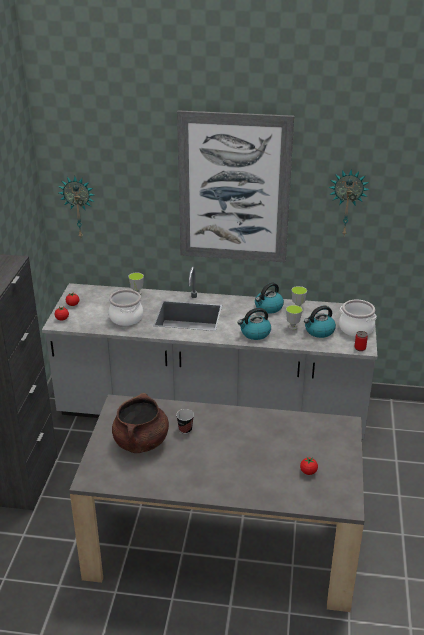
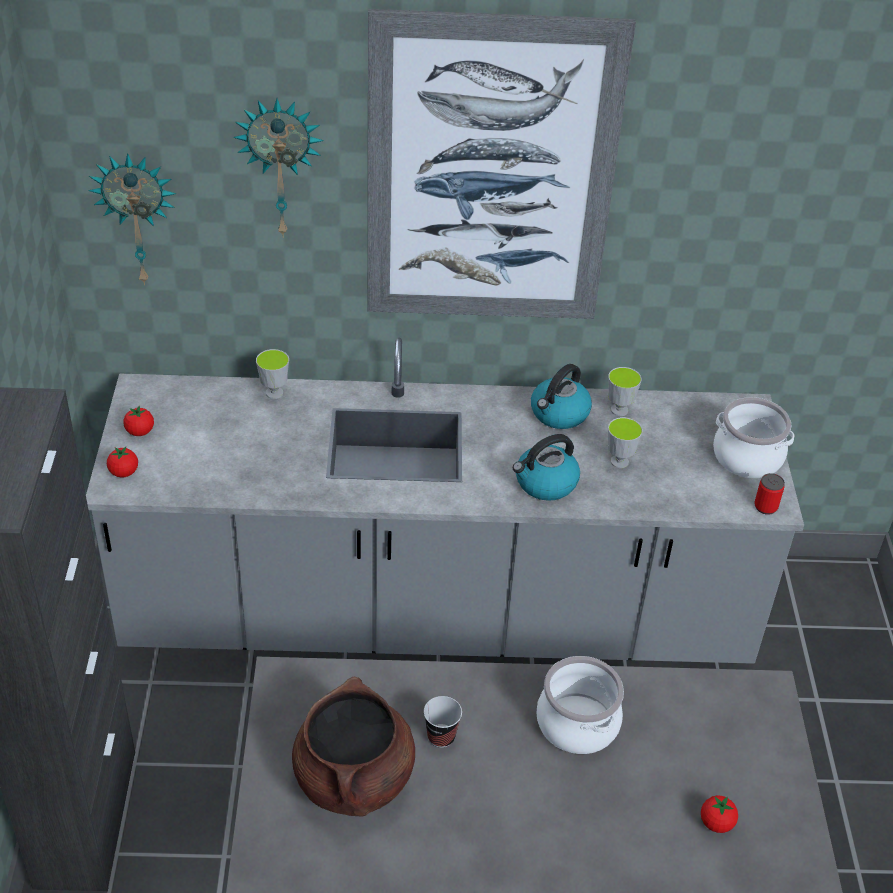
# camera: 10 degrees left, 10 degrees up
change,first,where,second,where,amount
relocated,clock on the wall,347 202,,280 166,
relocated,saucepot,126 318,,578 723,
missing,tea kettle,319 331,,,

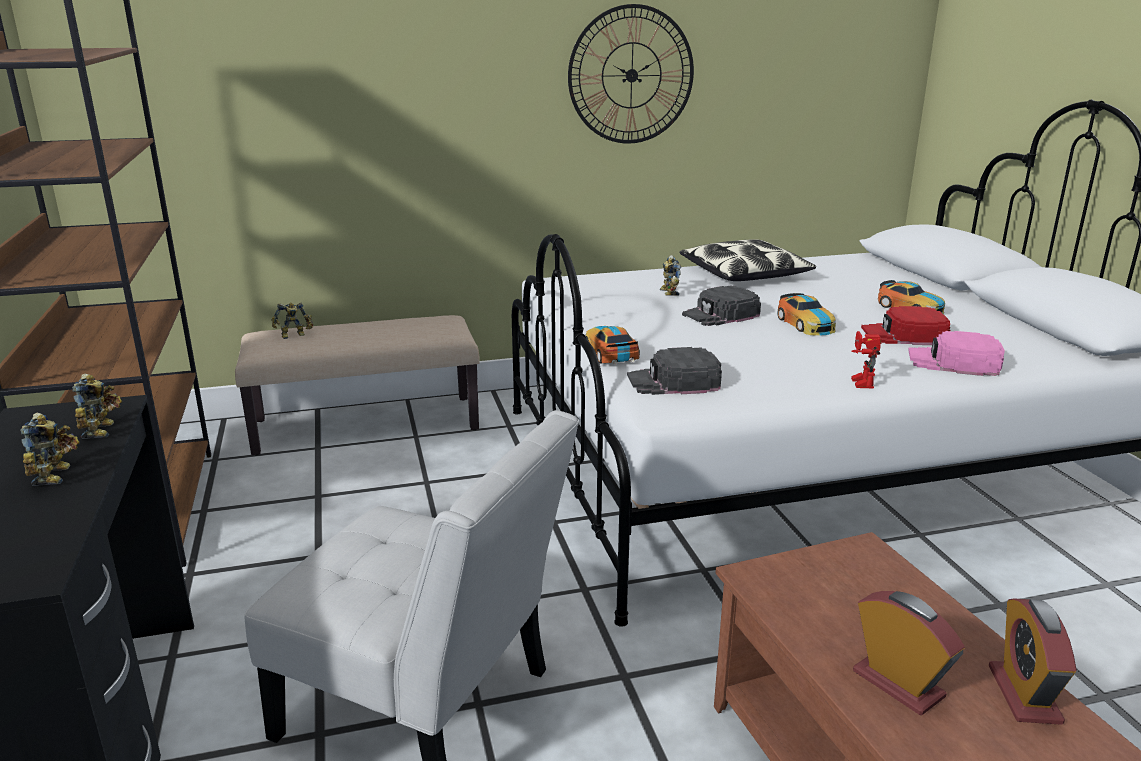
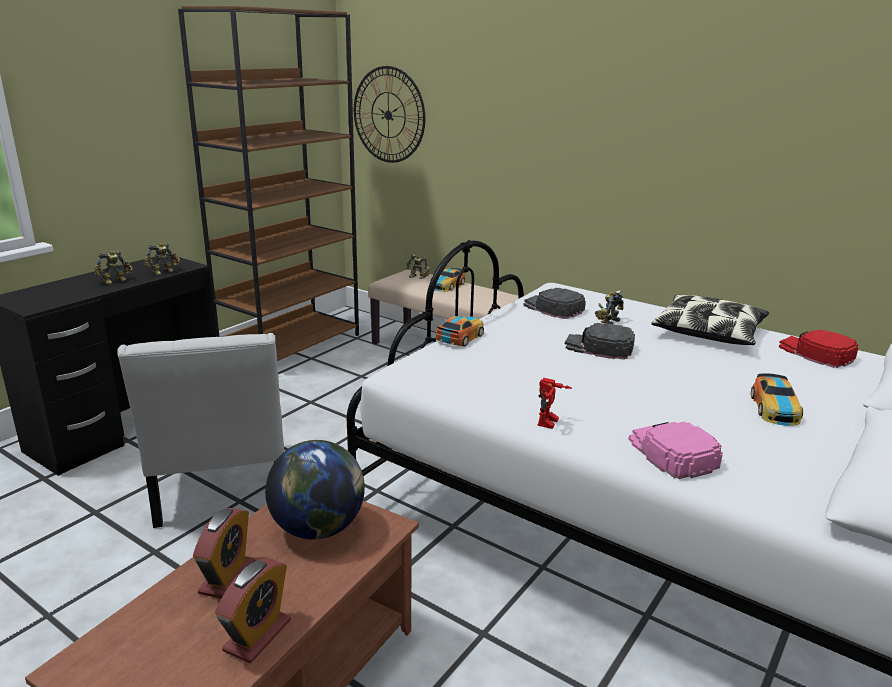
# camera: 50 degrees right, 0 degrees up
change,first,where,second,where,amount
relocated,clock on the wall,631 75,,388 115,
relocated,miniature car,806 324,,447 285,
relocated,red-coloured peaked cap,904 335,,816 353,
spun,toy robot,858 382,,550 423,150 degrees clockwise
relocated,black peaked cap,674 381,,553 308,
spun,alarm clock,1024 694,,257 635,150 degrees clockwise
appeared,,,globe,318 528,

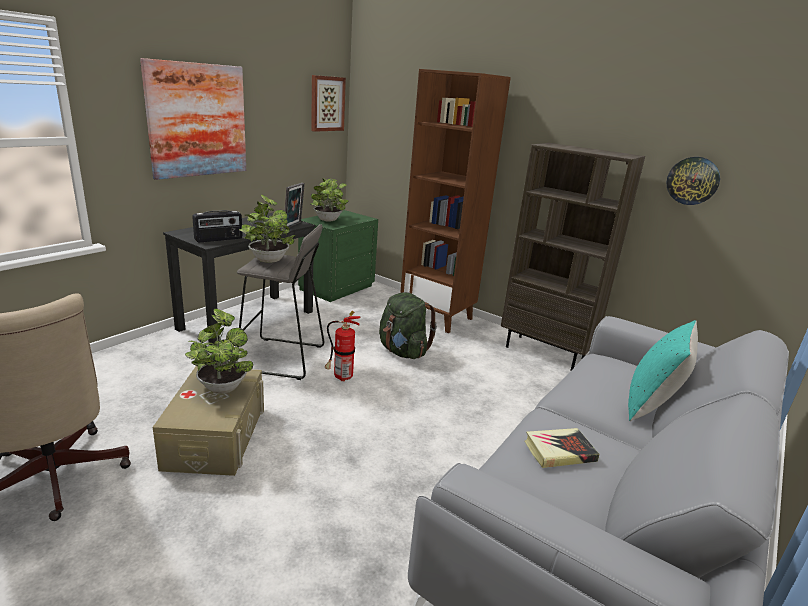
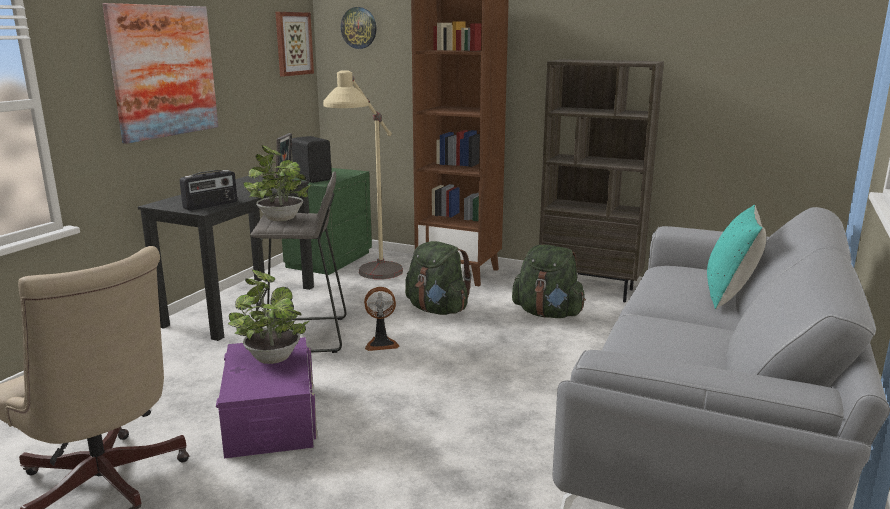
# camera: 10 degrees left, 5 degrees down
change,first,where,second,where,amount
relocated,clock on the wall,692 180,,359 28,
exchanged,potted plant,328 220,black loudspeaker,313 178,
exchanged,fire extinguisher,341 377,fan,381 343,
colour,sand-coloured storage bin,215 436,purple-coloured storage bin,270 417,
missing,volume,559 451,,,
appeared,,,sand-coloured floor lamp,370 282,
appeared,,,greenish rucksack,548 314,

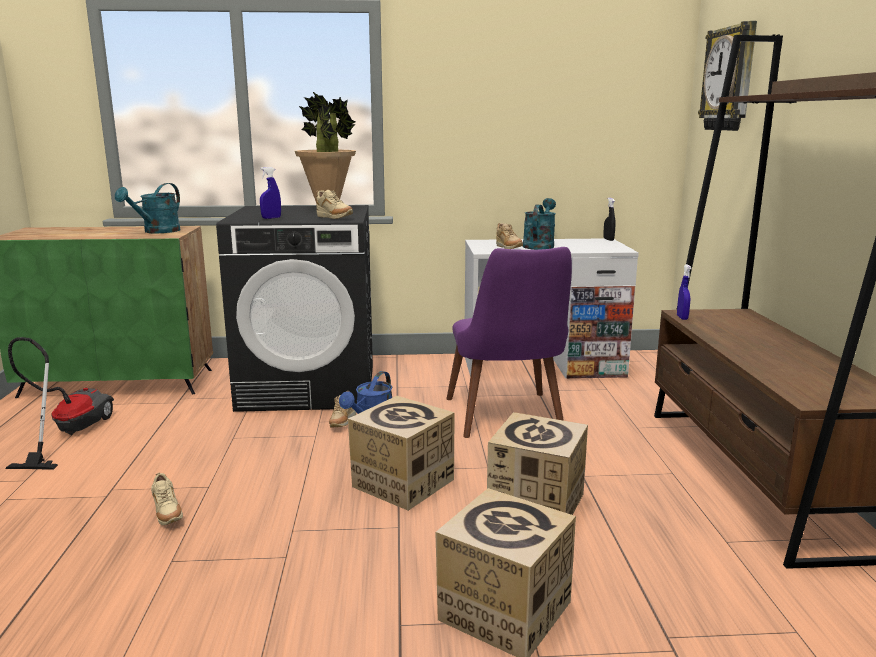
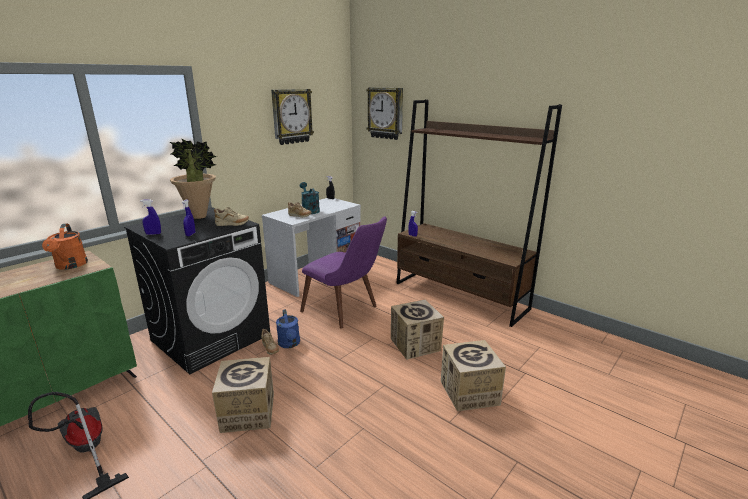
# camera: 45 degrees left, 5 degrees up
change,first,where,second,where,amount
colour,turquoise watering can,157 231,orange-coloured watering can,70 266,
relocated,carton,402 483,,247 413,
missing,sand-coloured shoe,167 515,,,
appeared,,,clock on the wall,291 116,
appeared,,,blue sprayer,153 234,

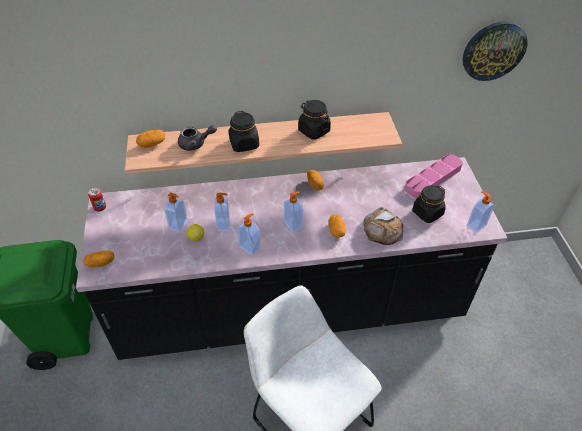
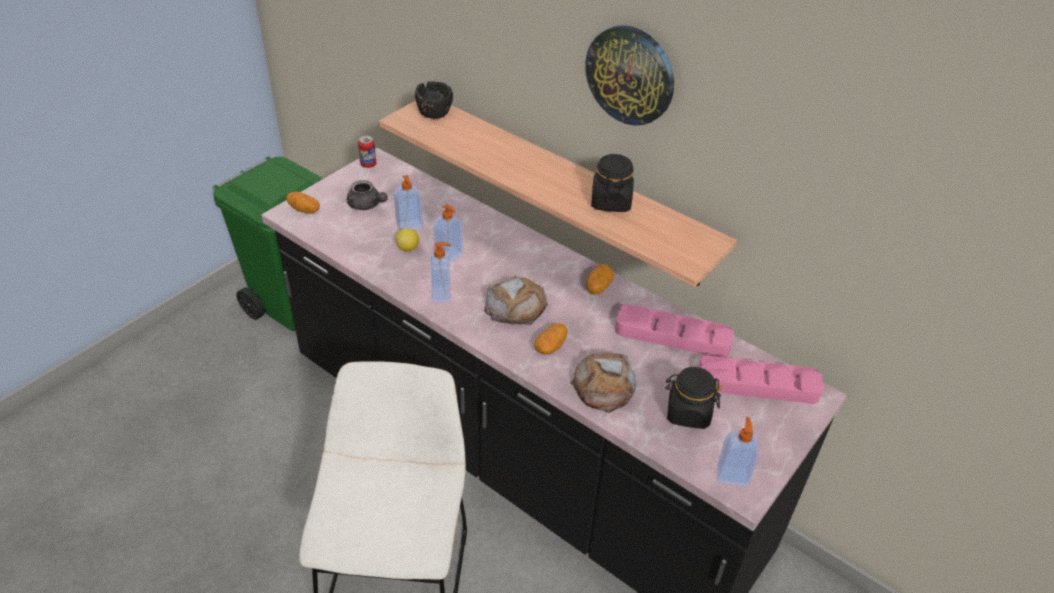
# camera: 45 degrees right, 5 degrees down
change,first,where,second,where,amount
relocated,clock on the wall,493 50,,630 75,
missing,black jar,244 144,,,
relocated,greyish teapot,196 144,,367 205,
exchanged,spud,152 144,black serving bowl,434 114,
exchanged,soap bottle,293 224,bread,515 306,
appeared,,,pink-coloured serving tray,672 336,

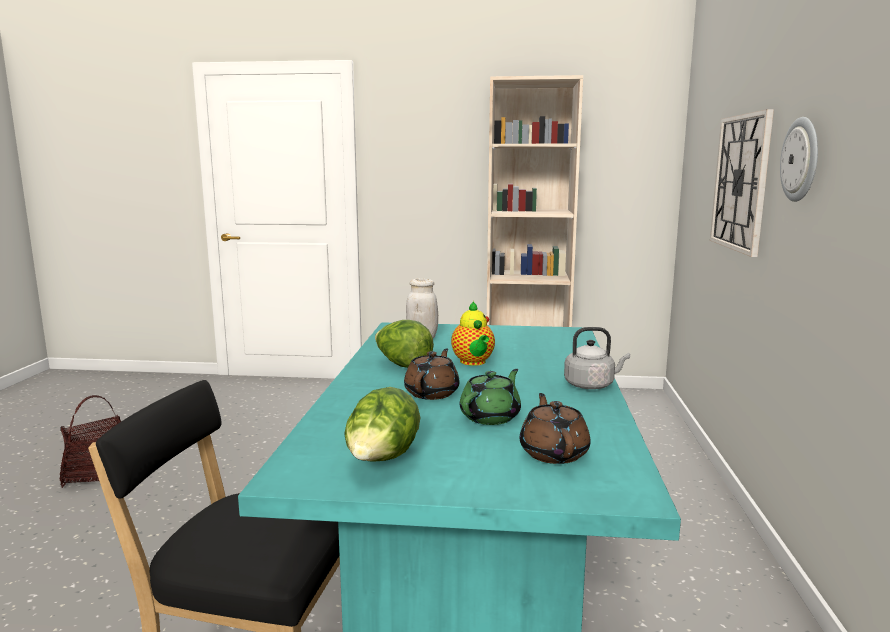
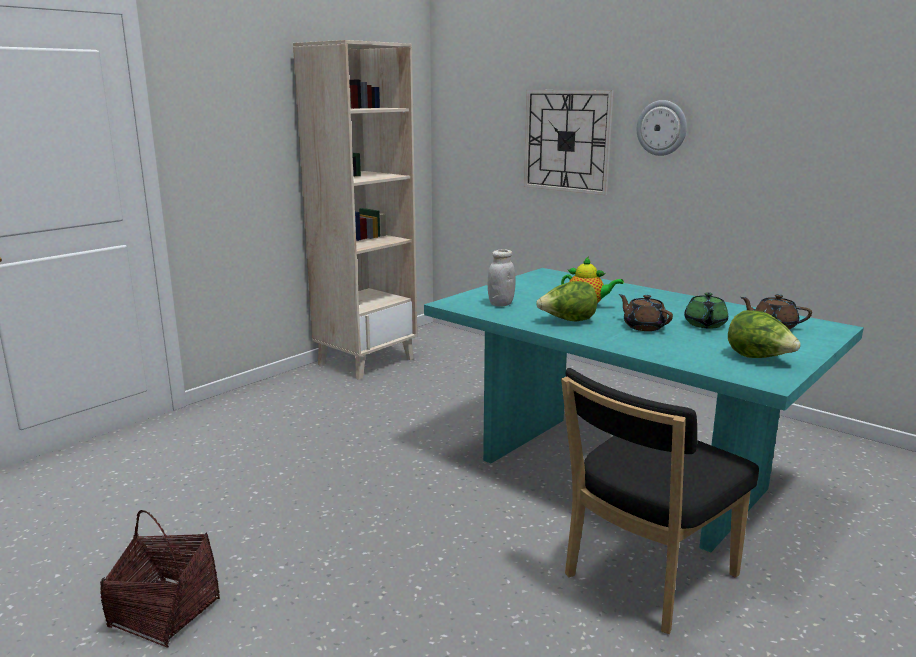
# camera: 55 degrees left, 5 degrees up
change,first,where,second,where,amount
missing,greyish tea kettle,591 385,,,
spun,greenish teapot,491 417,,705 324,150 degrees counterclockwise

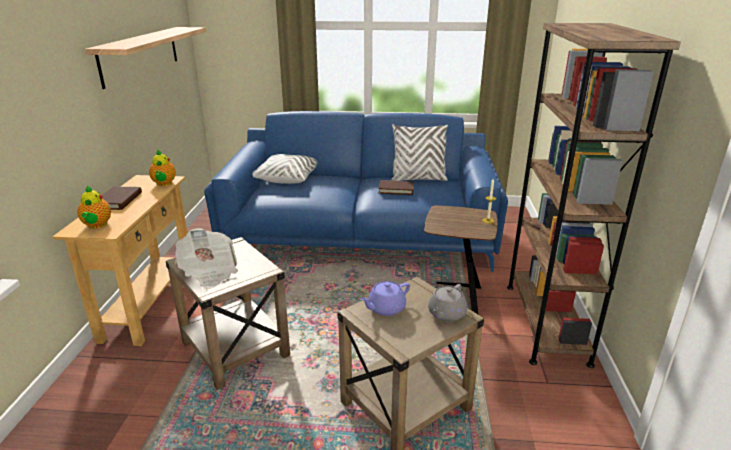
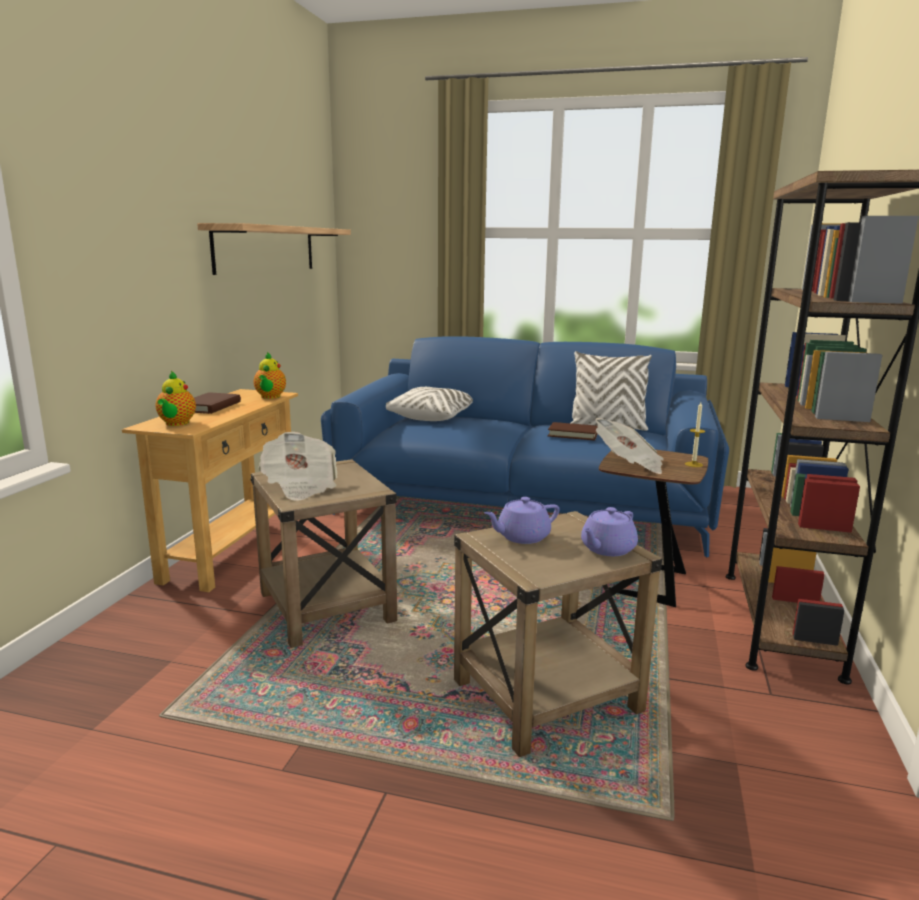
# camera: 10 degrees right, 10 degrees down
change,first,where,second,where,amount
colour,greyish teapot,446 314,purple-coloured teapot,607 549,
appeared,,,printed paper,629 465,

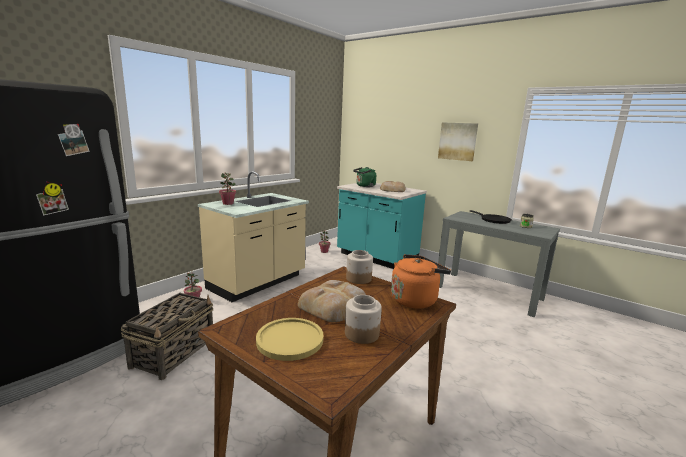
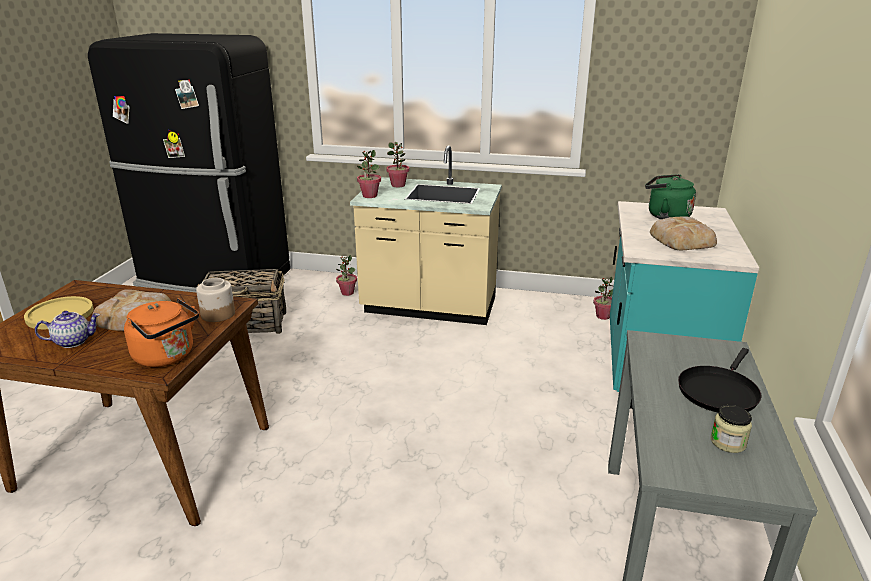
# camera: 65 degrees right, 10 degrees up
change,first,where,second,where,amount
missing,wall art,457 141,,,
exchanged,jar,361 334,teapot,73 341,
appeared,,,potted plant,369 196,

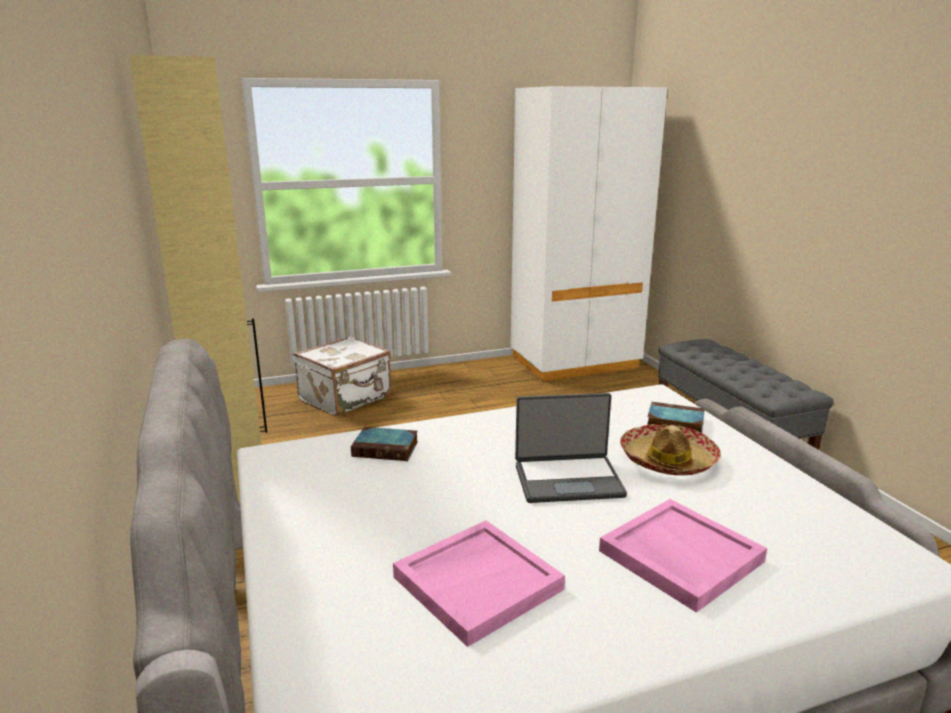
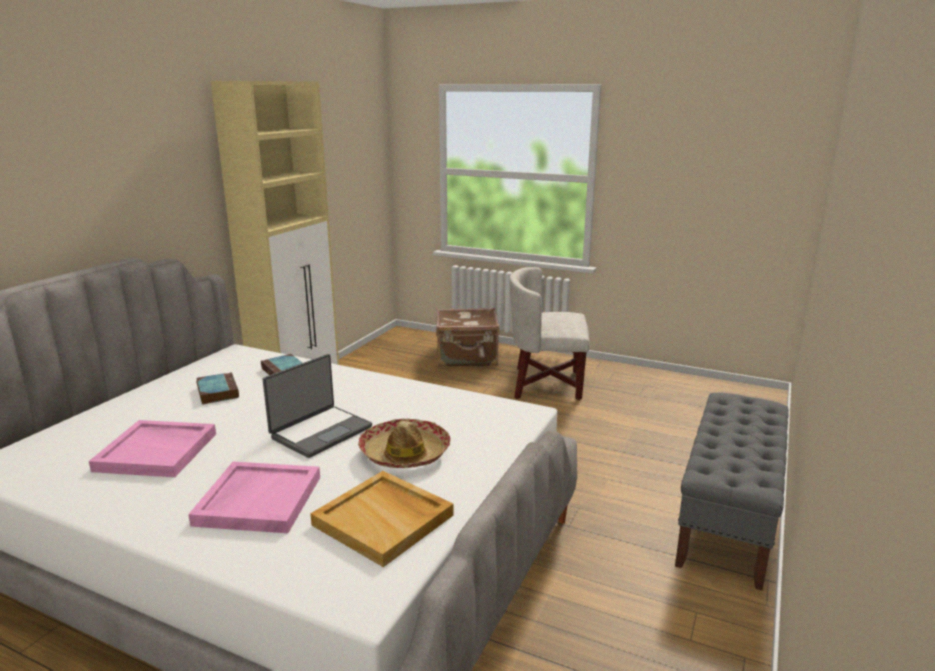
# camera: 45 degrees right, 0 degrees up
change,first,where,second,where,amount
missing,white clothes cupboard,574 362,,,
colour,white piece of luggage,346 398,brown-coloured piece of luggage,467 358,
spun,laptop,568 479,,320 432,90 degrees counterclockwise
relocated,volume,673 422,,217 391,
appeared,,,white easy chair,546 384,
appeared,,,sand-coloured serving tray,384 520,

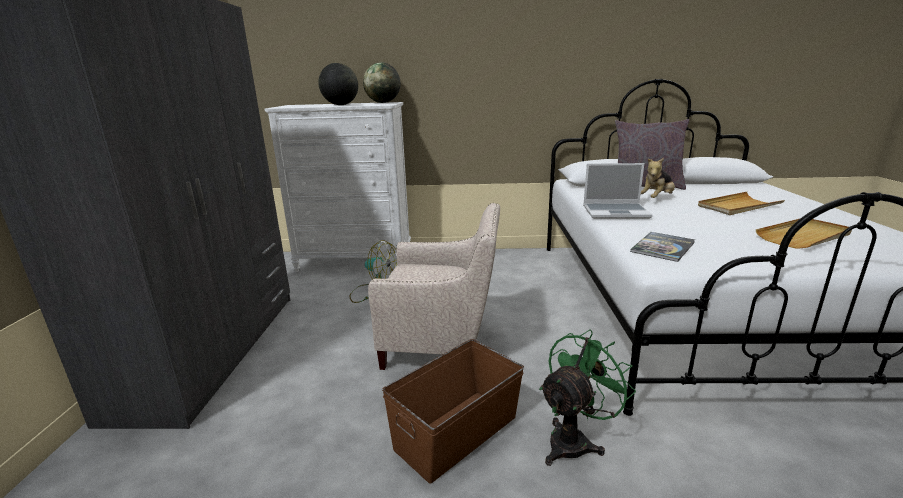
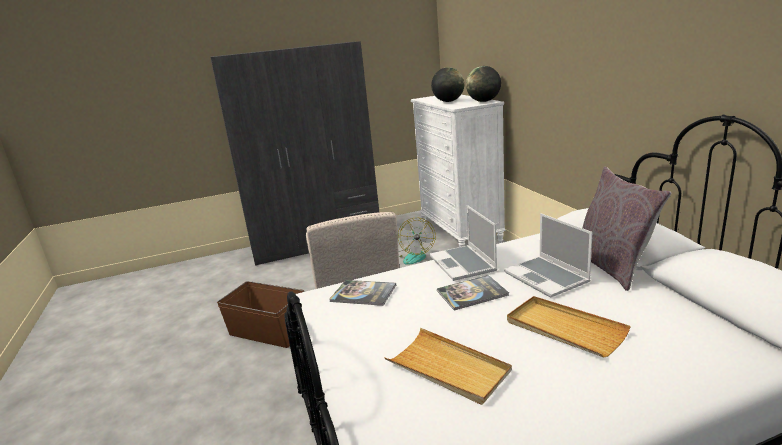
# camera: 70 degrees right, 0 degrees up
change,first,where,second,where,amount
exchanged,soft toy,657 199,laptop,547 278,
missing,greenish fan,574 440,,,
appeared,,,volume,472 293,

